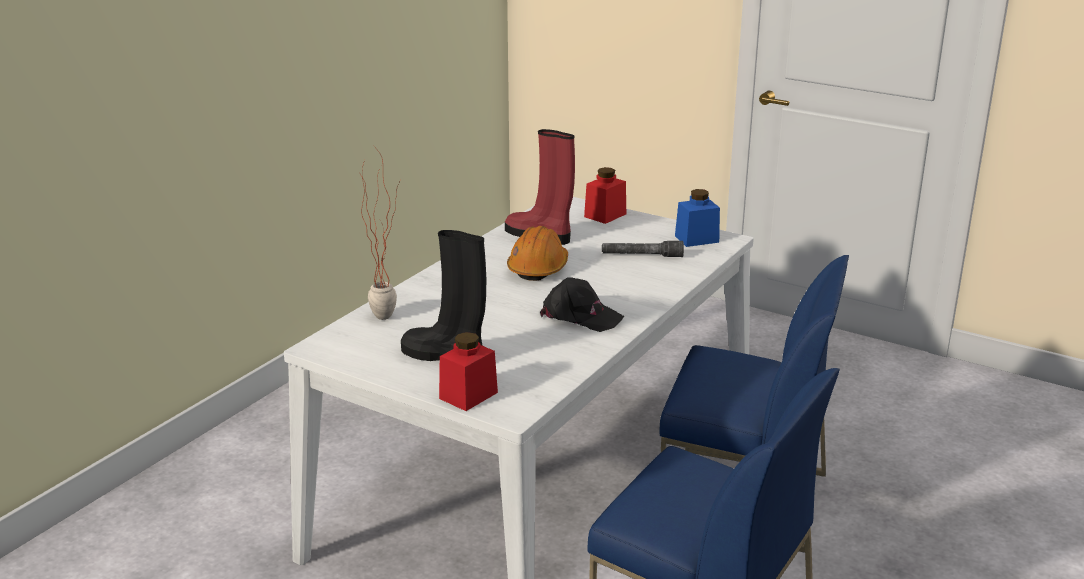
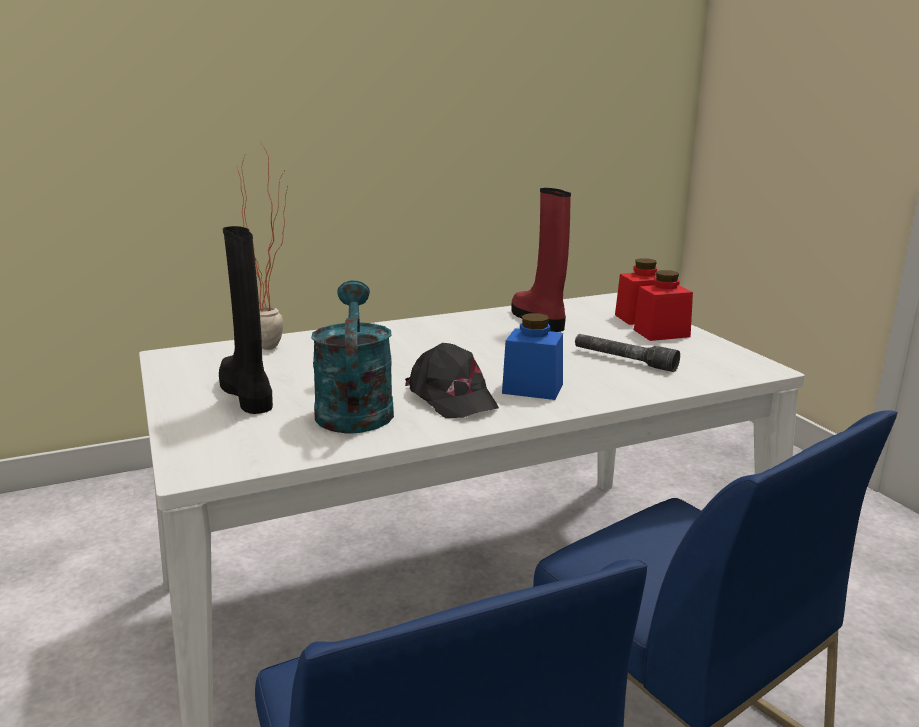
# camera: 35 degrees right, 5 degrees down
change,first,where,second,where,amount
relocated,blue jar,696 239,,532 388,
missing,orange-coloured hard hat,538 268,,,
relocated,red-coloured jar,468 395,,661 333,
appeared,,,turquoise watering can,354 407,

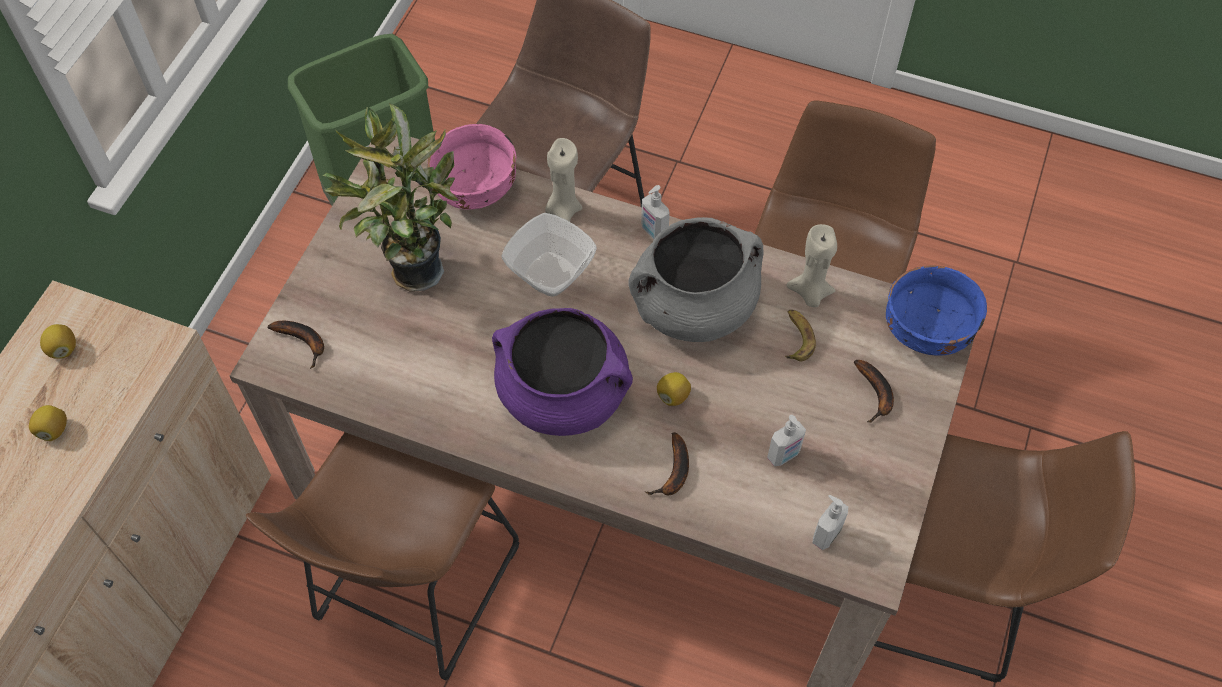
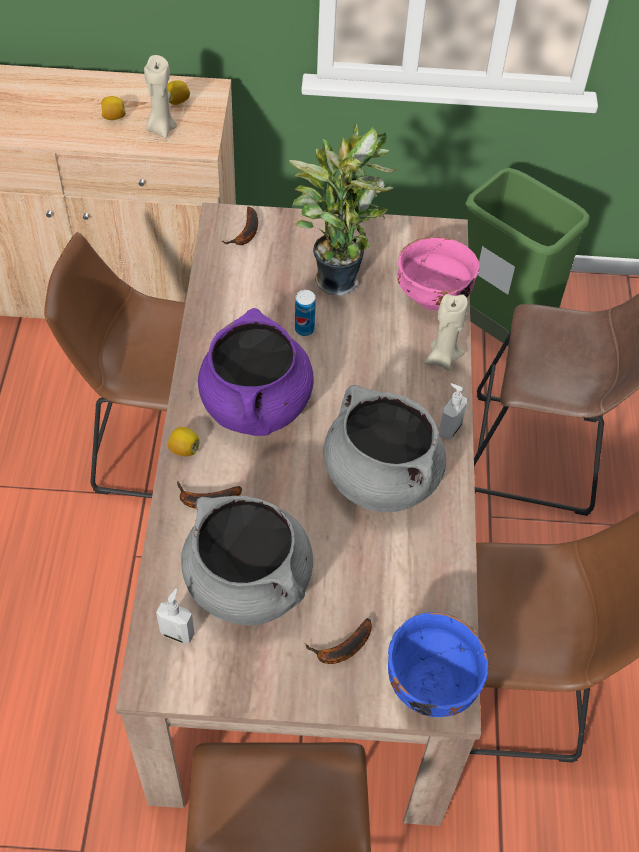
# camera: 70 degrees right, 5 degrees down
change,first,where,second,where,amount
missing,serving bowl,550 273,,,
relocated,sand-coloured wax candle,810 293,,161 128,
missing,banana,796 338,,,
relocated,whole lemon,673 396,,184 449,
exchanged,soap bottle,784 455,greyish saucepot,249 582,
appeared,,,metal can,304 329,

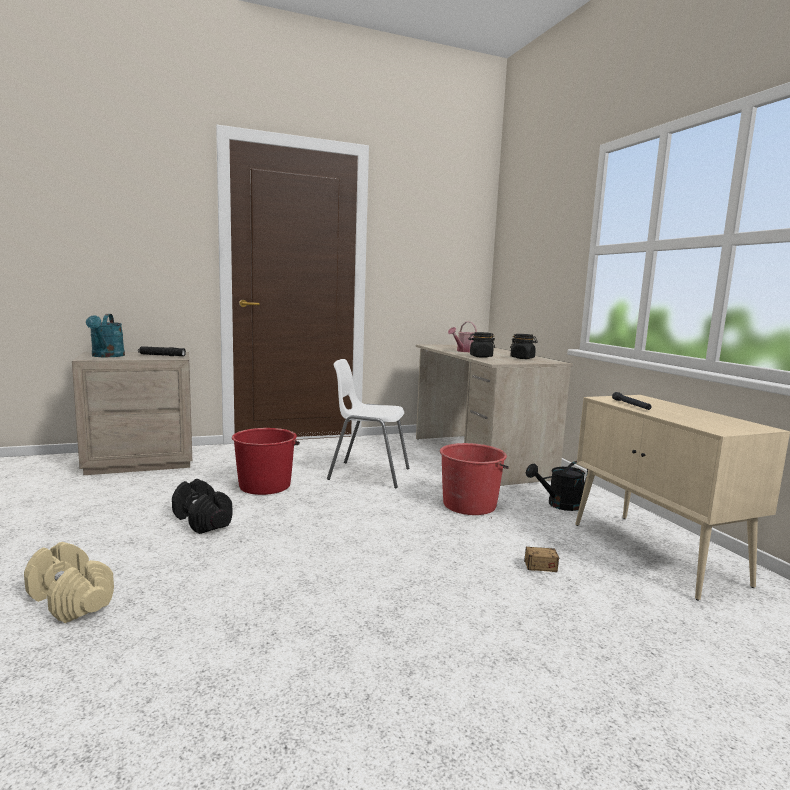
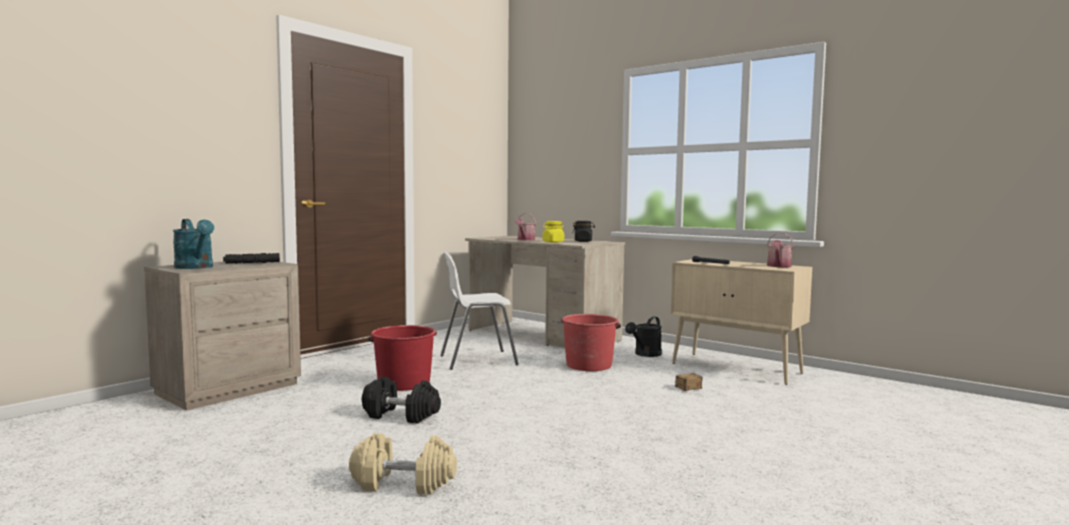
# camera: 30 degrees left, 5 degrees down
change,first,where,second,where,amount
colour,black jar,480 356,yellow-coloured jar,553 242,
appeared,,,watering can,778 266,

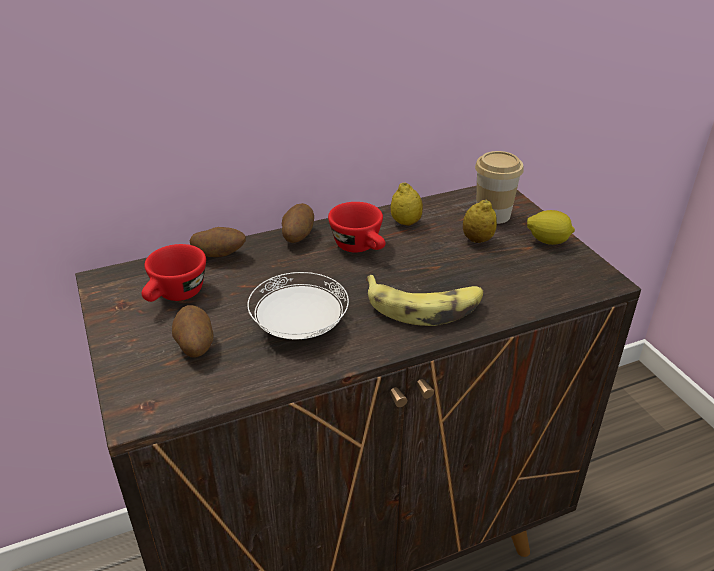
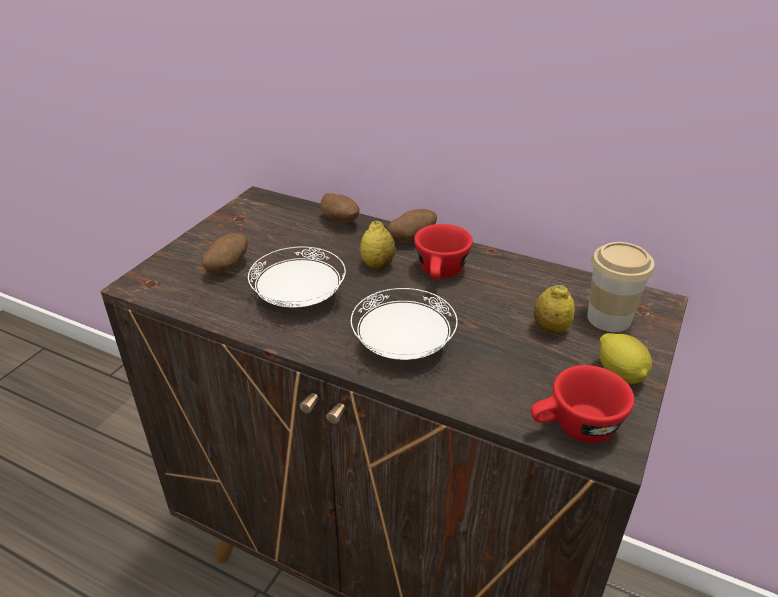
# camera: 50 degrees right, 0 degrees up
change,first,where,second,where,amount
relocated,whole lemon,406 222,,377 265,
relocated,red-coloured cup,175 296,,574 428,
exchanged,banana,424 306,white plate,404 346,

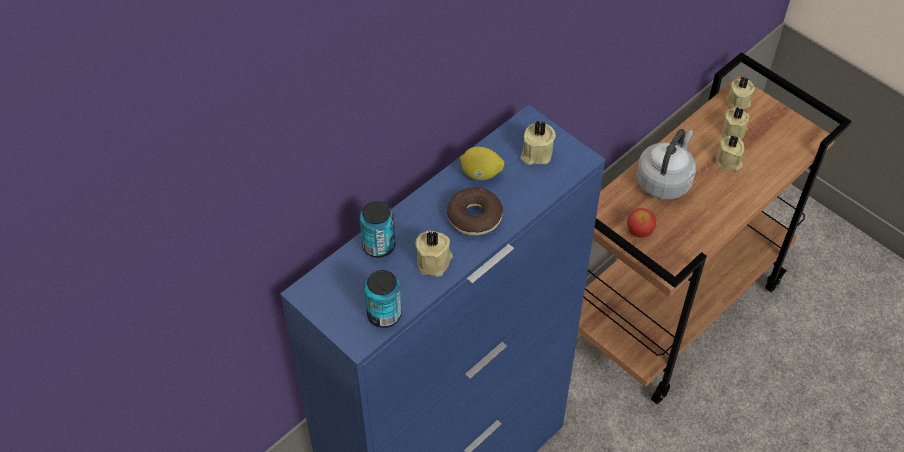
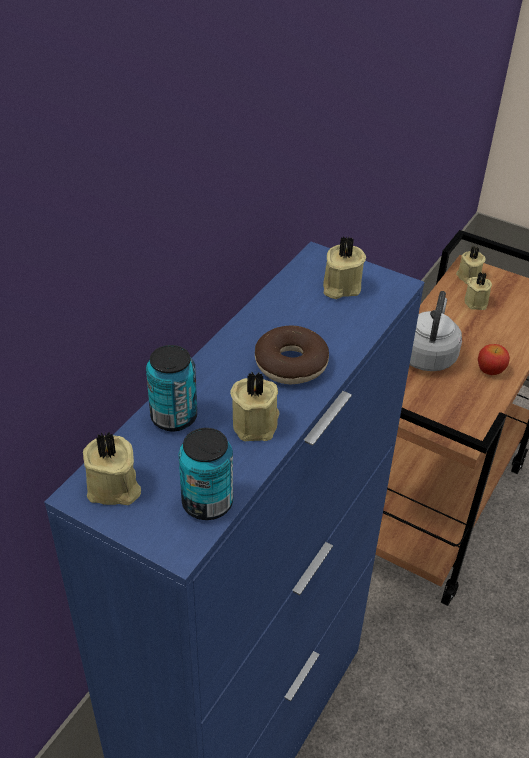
# camera: 15 degrees left, 10 degrees down
change,first,where,second,where,amount
relocated,sand-coloured wax candle,728 161,,114 488,
missing,whole lemon,481 174,,,
relocated,apple fruit,639 231,,490 370,

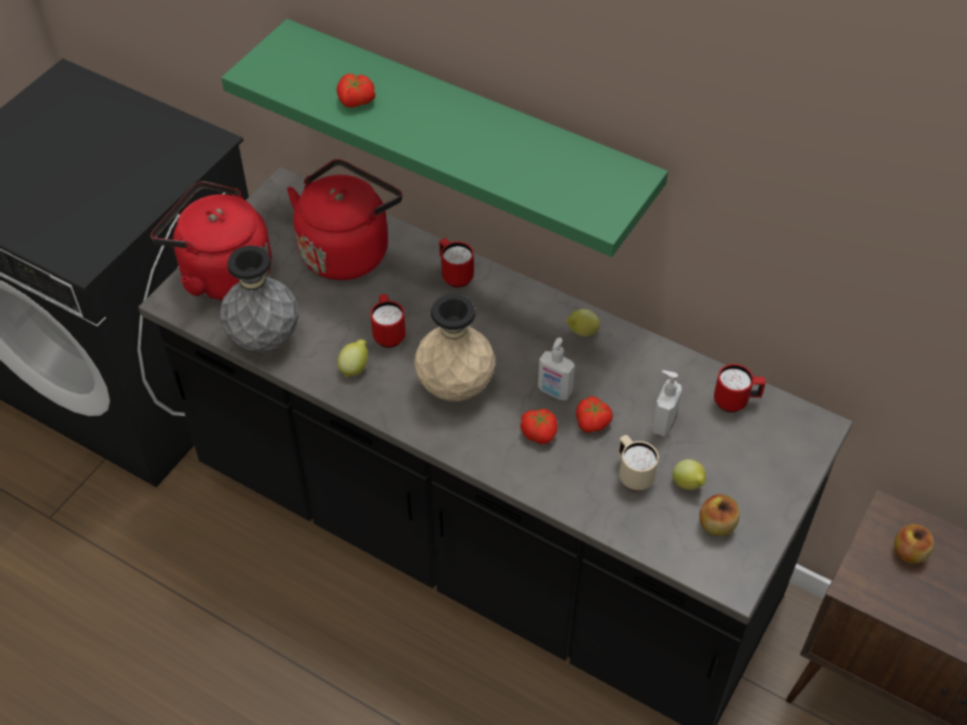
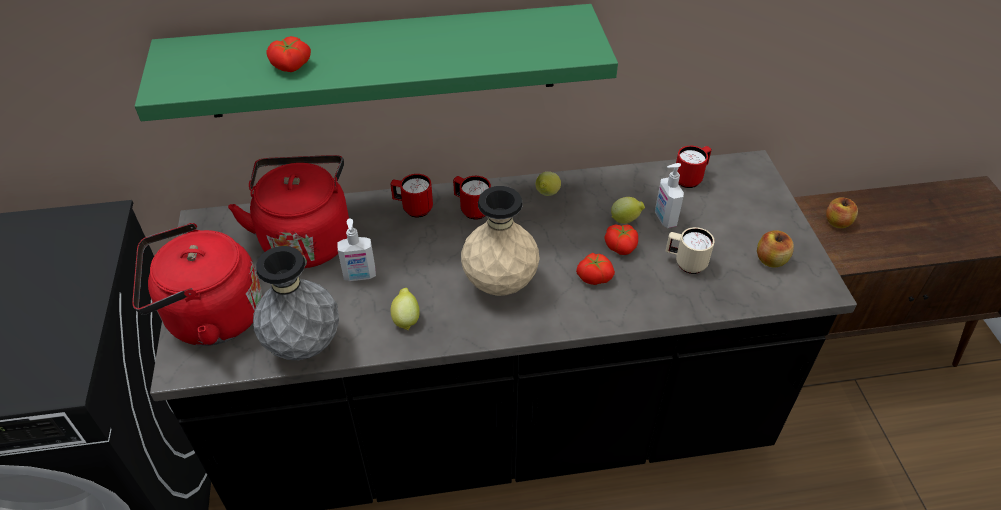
# camera: 40 degrees left, 5 degrees down
change,first,where,second,where,amount
relocated,red-coloured mug,388 333,,471 209,
relocated,soap bottle,554 391,,360 276,
relocated,whole lemon,688 485,,626 220,

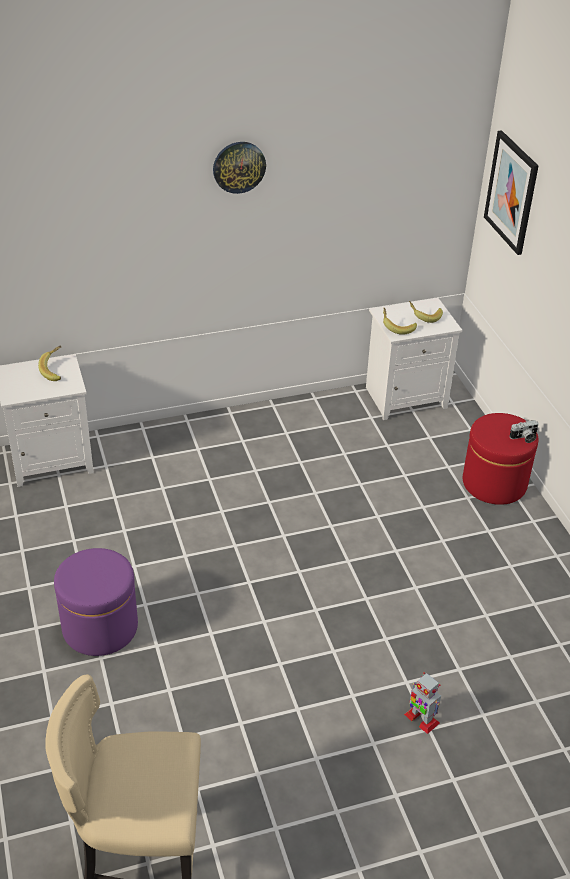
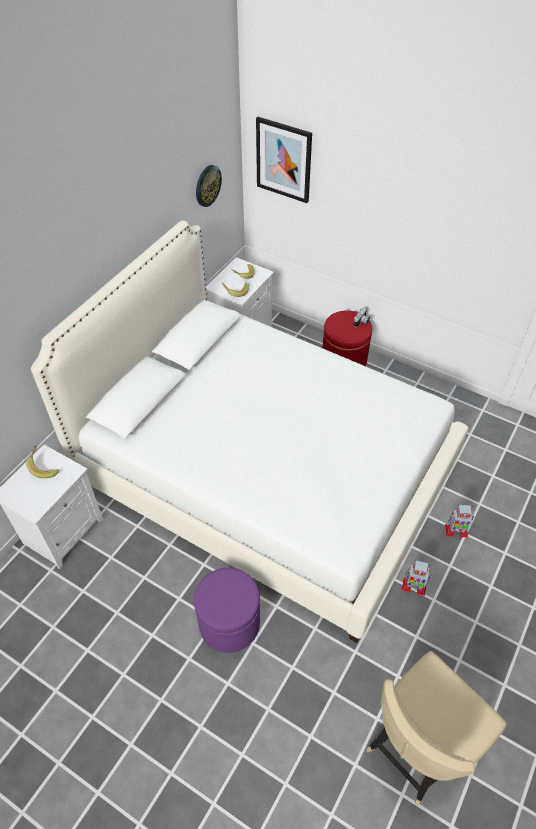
# camera: 40 degrees left, 10 degrees up
change,first,where,second,where,amount
relocated,clock on the wall,239 167,,207 185,
appeared,,,white bedroom bed,267 474,
appeared,,,toy robot,413 586,

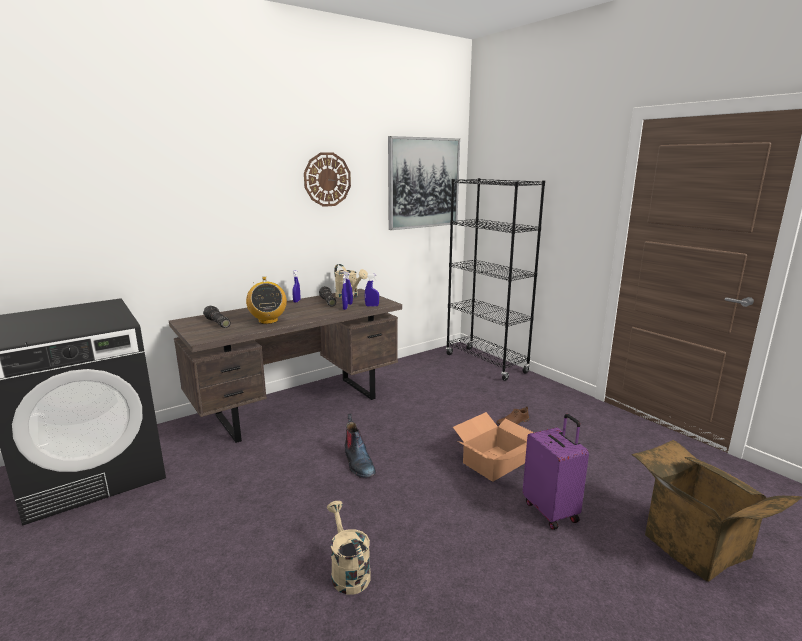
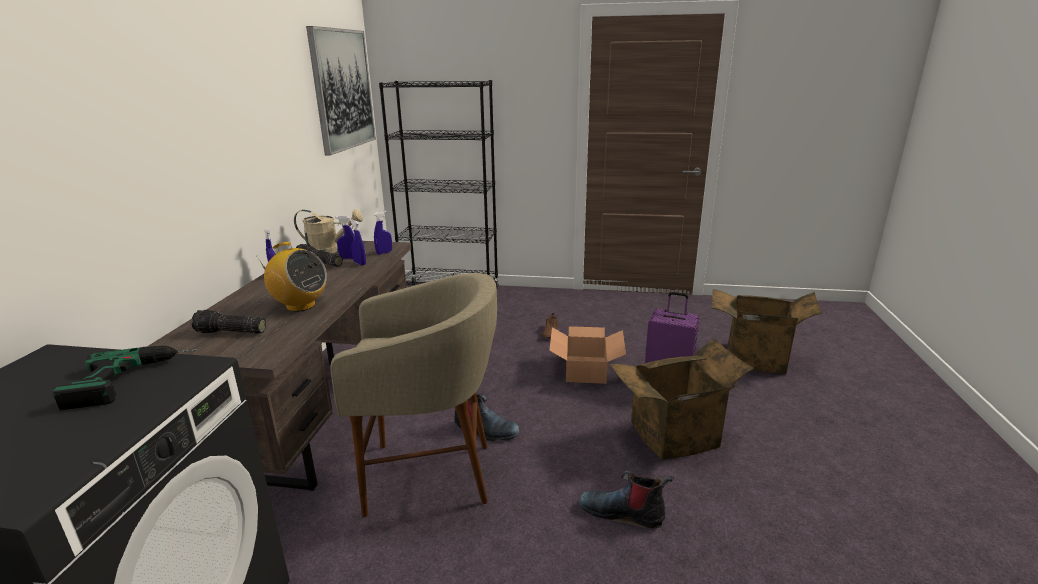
# camera: 45 degrees left, 5 degrees up
change,first,where,second,where,amount
missing,clock on the wall,327 179,,,
exchanged,sand-coloured watering can,348 571,high-top boot,623 512,
appeared,,,sand-coloured stool seat,430 475,
appeared,,,carton,674 437,
appeared,,,electric drill,134 379,

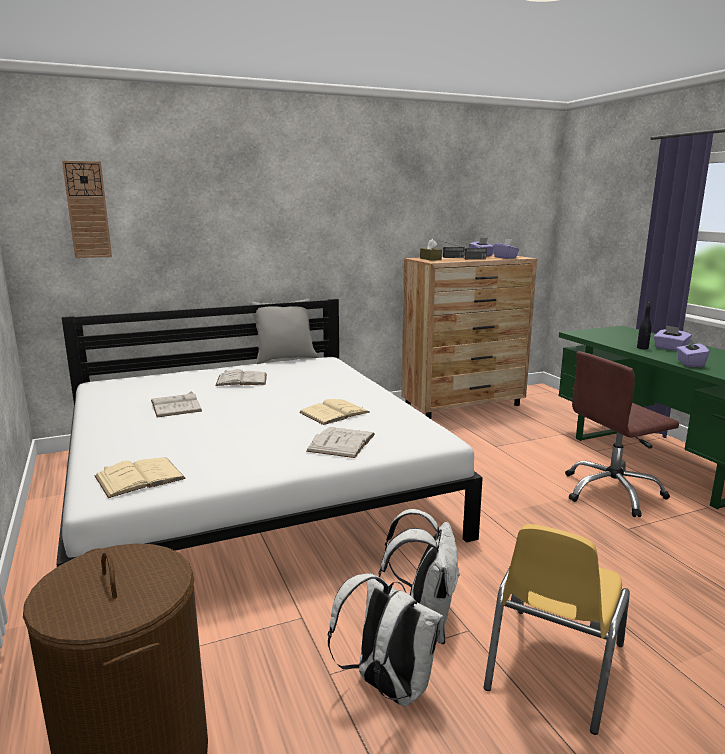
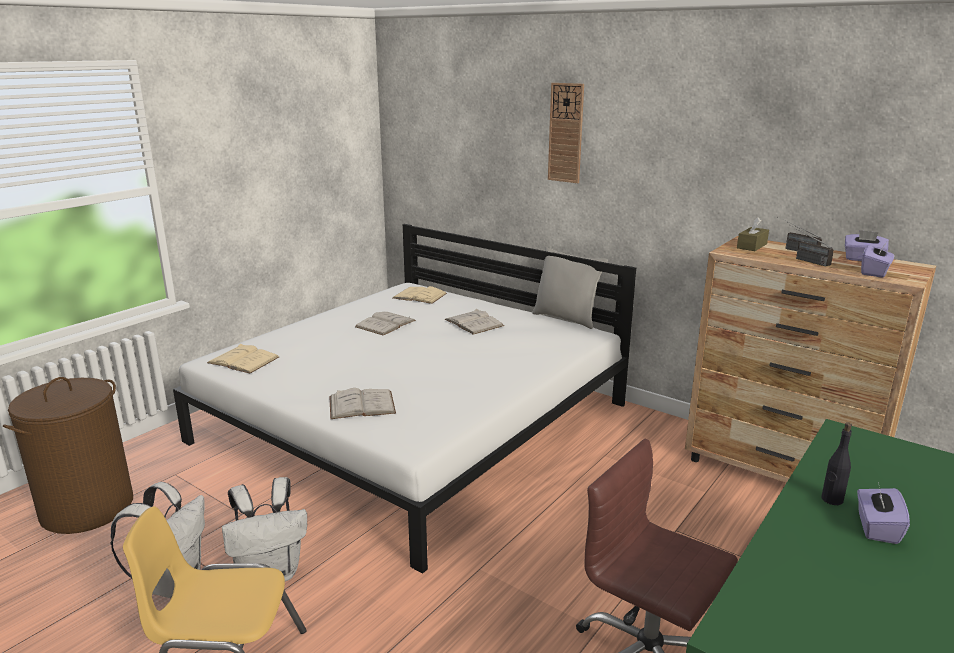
# camera: 60 degrees right, 5 degrees up
change,first,where,second,where,amount
relocated,clock on the wall,87 210,,566 133,
missing,purple-coloured box of tissues,690 364,,,
relocated,sand-coloured volume,334 412,,419 296,

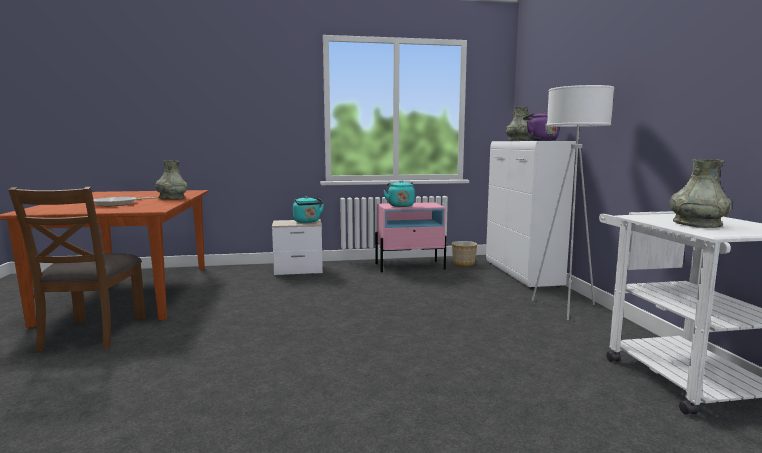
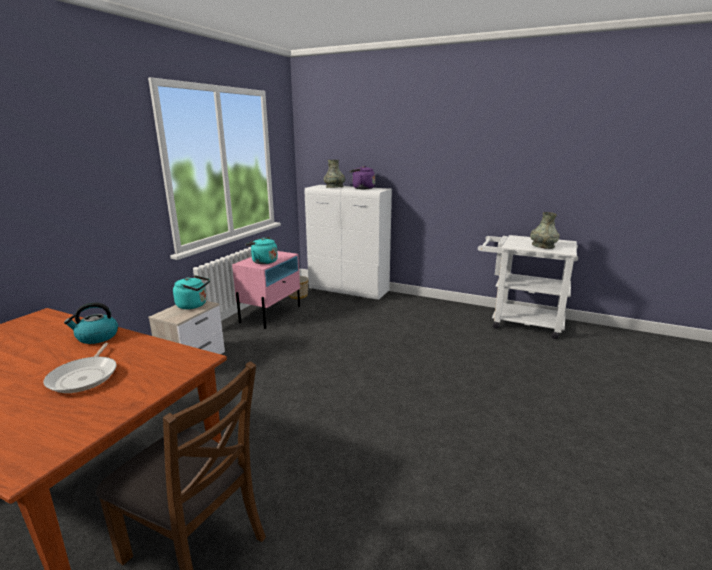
# camera: 55 degrees left, 10 degrees up
change,first,where,second,where,amount
missing,white floor lamp,565 308,,,
exchanged,greyish vase,172 198,tea kettle,97 337,

